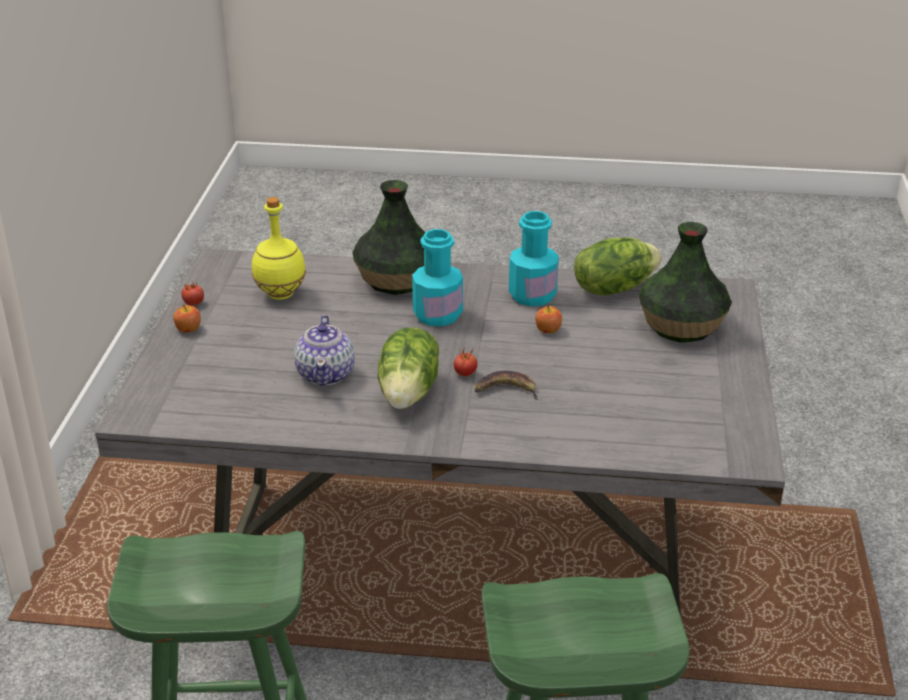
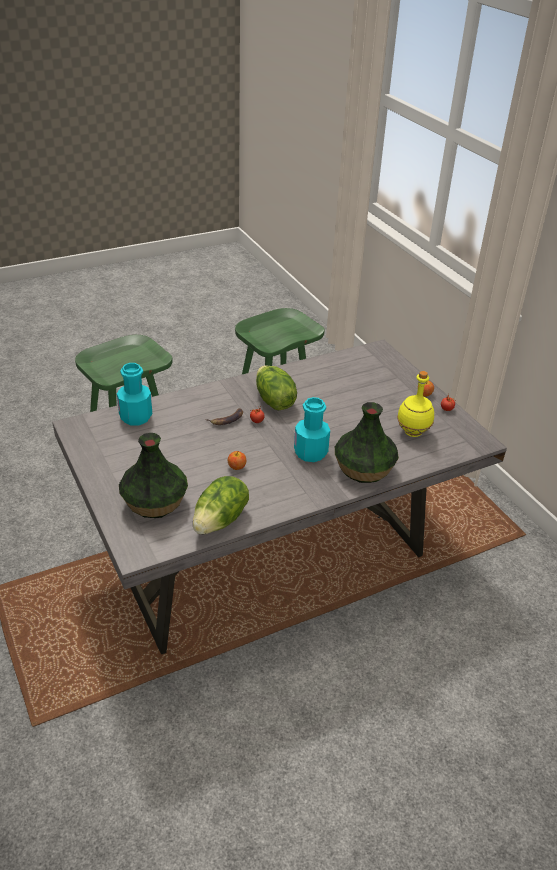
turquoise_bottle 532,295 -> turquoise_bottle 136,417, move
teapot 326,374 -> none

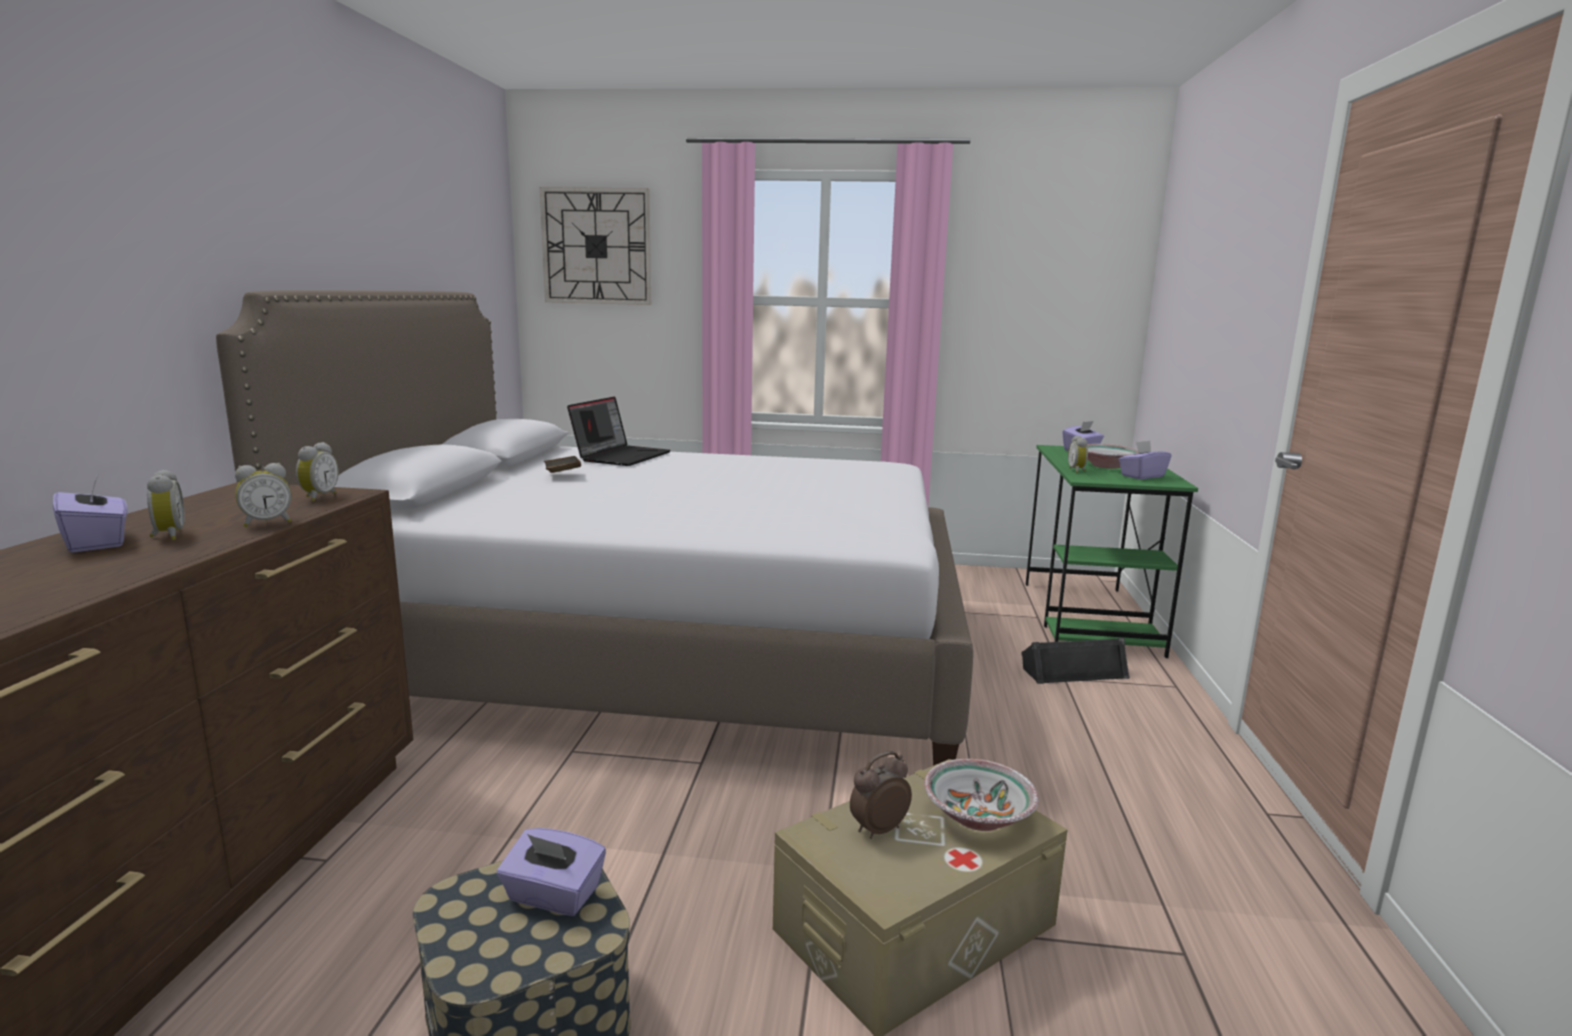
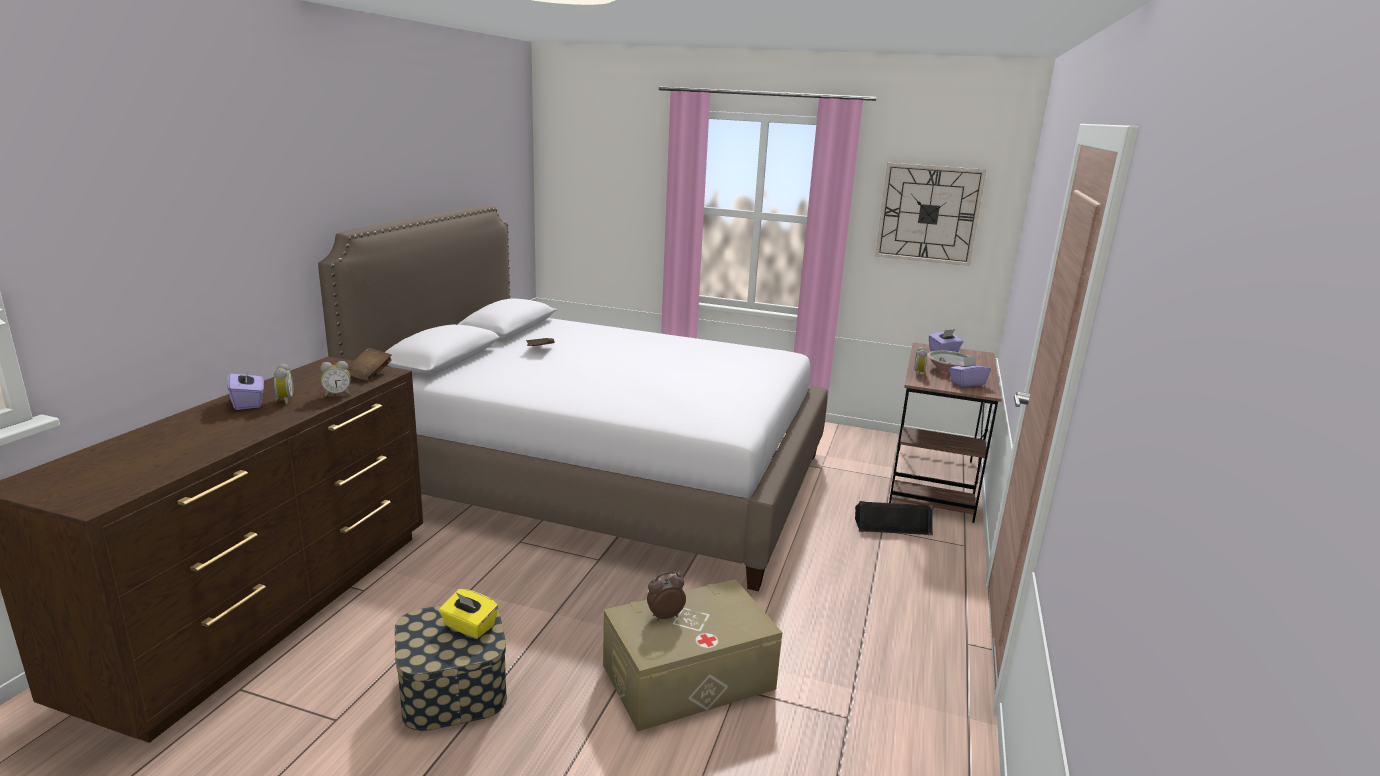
wall_clock 597,246 -> wall_clock 928,214, move
laptop 621,456 -> none
alarm_clock 318,497 -> brown_book 369,374
green_desk 1089,617 -> brown_desk 932,483
bowl 977,816 -> none
purple_tissue_box 553,896 -> yellow_tissue_box 469,627

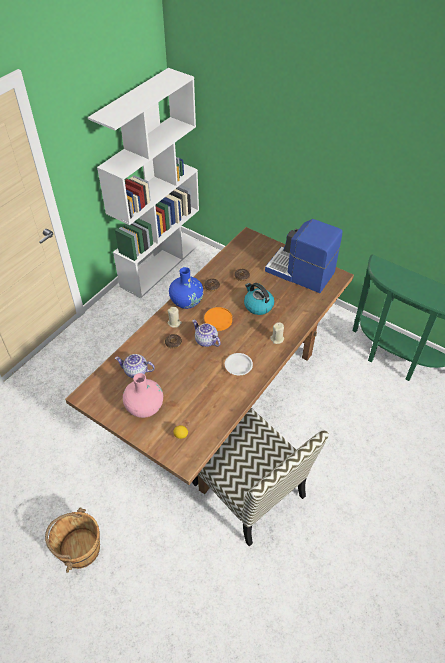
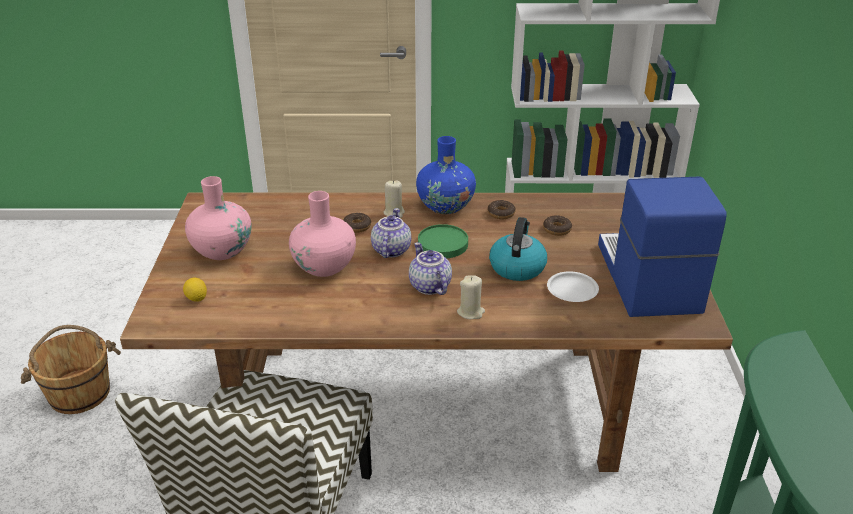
orange_plate 218,320 -> green_plate 442,244
white_plate 238,365 -> white_plate 572,290, move
teapot 135,372 -> teapot 429,286, move
none -> pink_vase 324,266

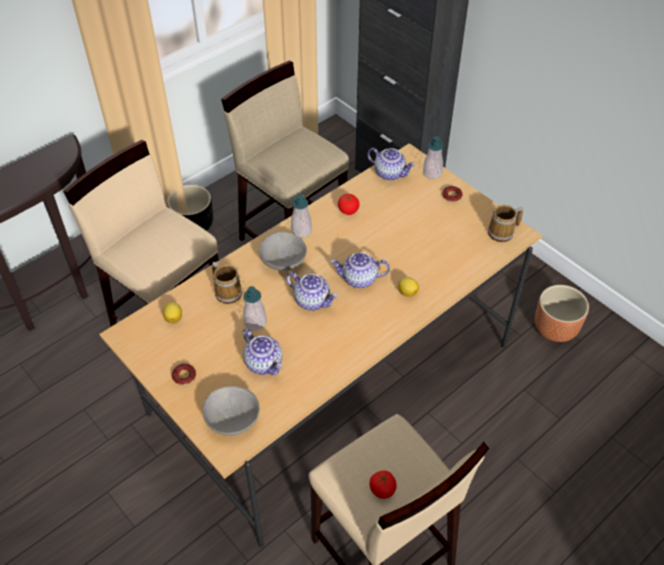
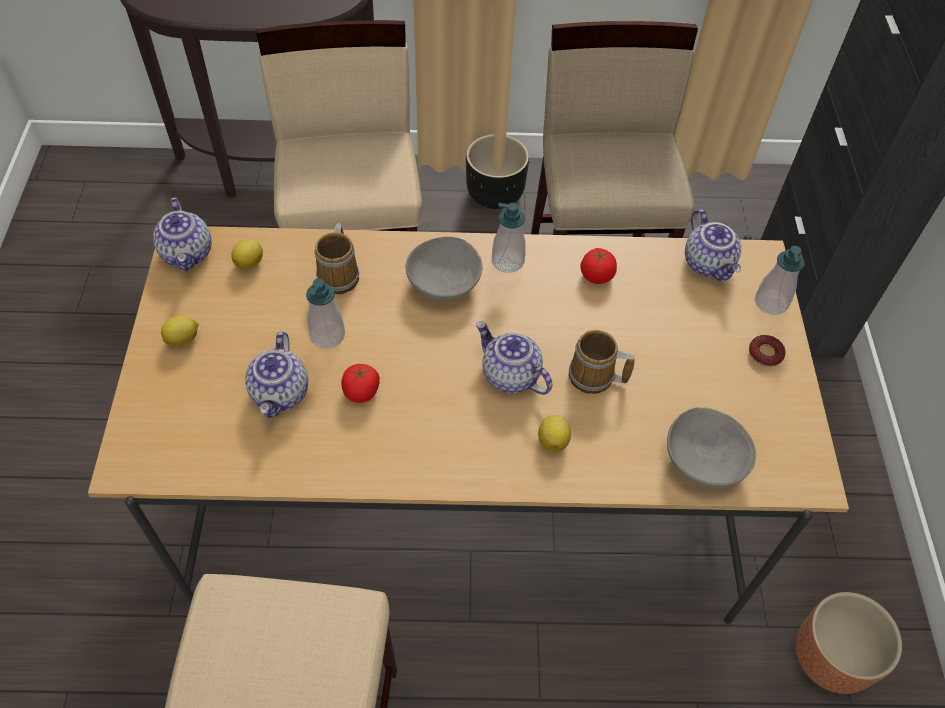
mug 502,233 -> mug 594,377, move
teapot 312,300 -> teapot 188,254, move
donut 184,376 -> lemon 183,339
grey_bowl 232,420 -> grey_bowl 703,461, move
tomato 382,489 -> tomato 361,392, move

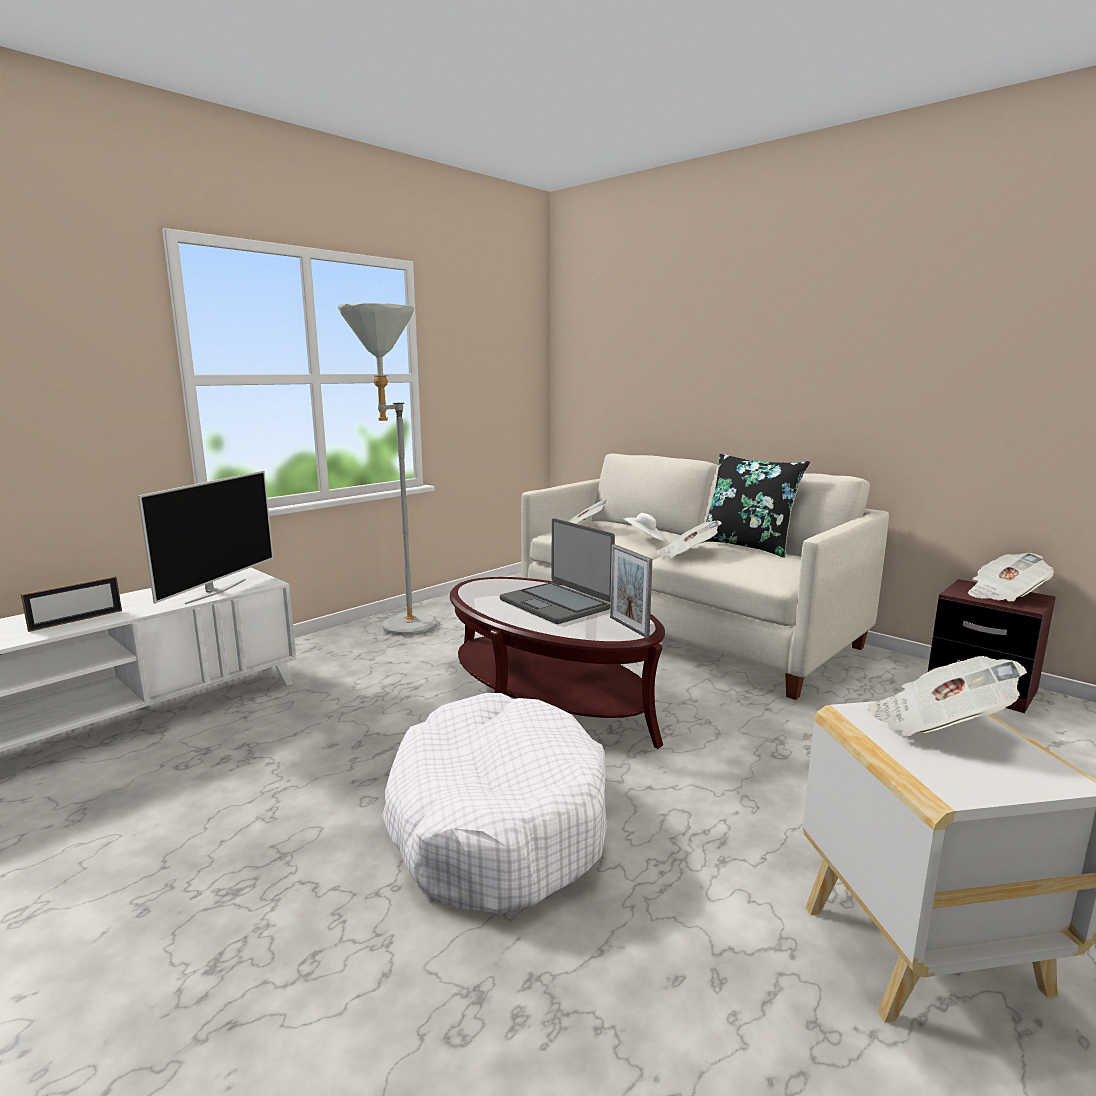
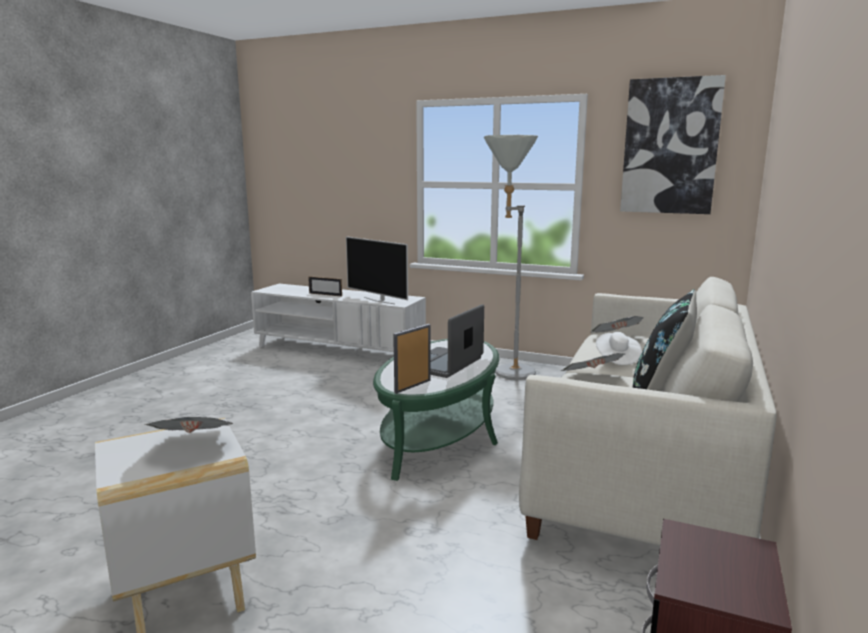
television 215,591 -> television 379,300, 45 degrees clockwise
newspaper 1004,595 -> none
brown_coffee_table 549,699 -> green_coffee_table 439,433
white_dog_bed 496,821 -> none
none -> picture 670,146

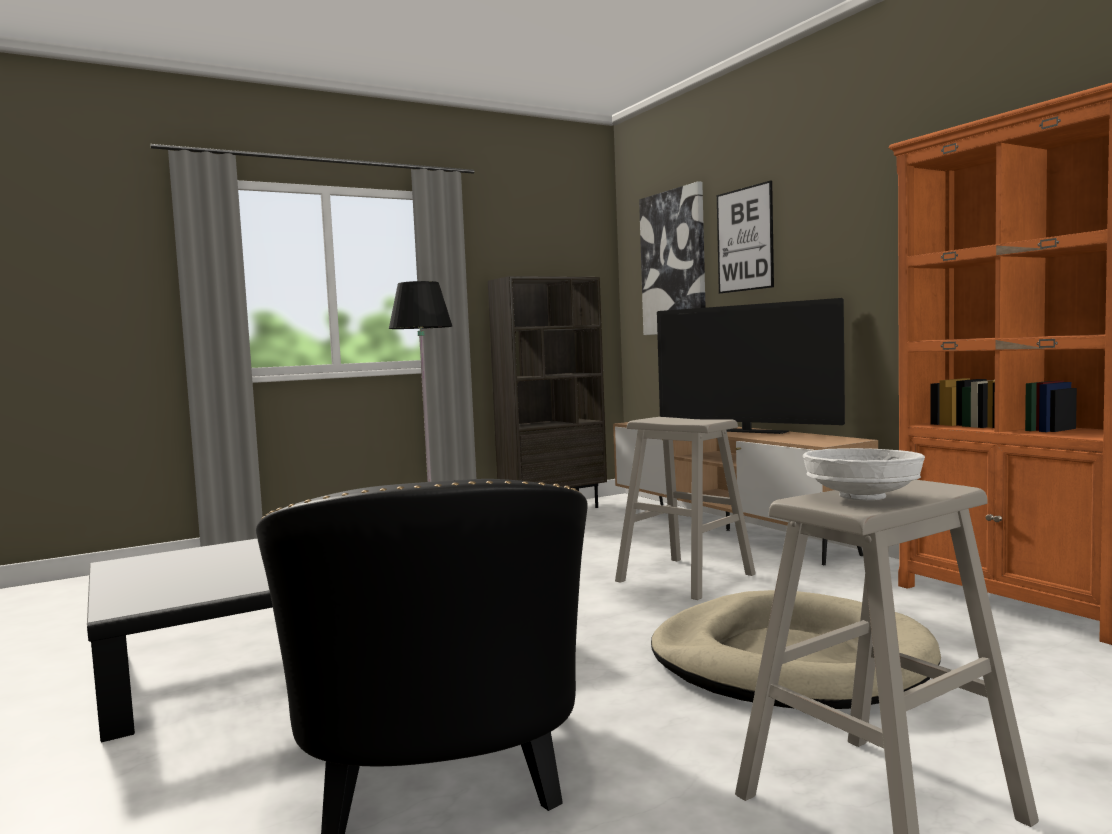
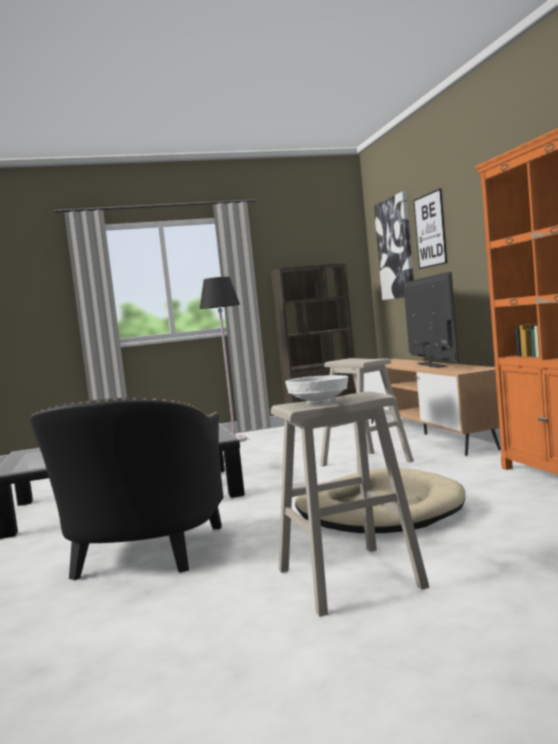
television 746,431 -> television 431,365, 150 degrees counterclockwise

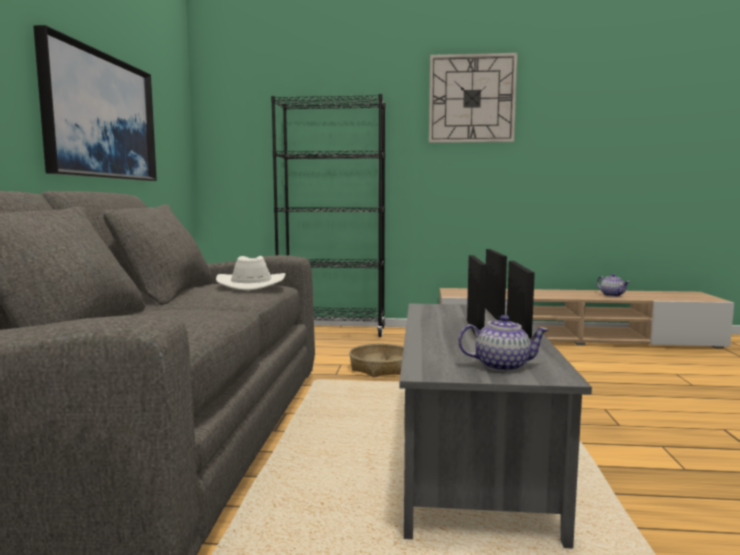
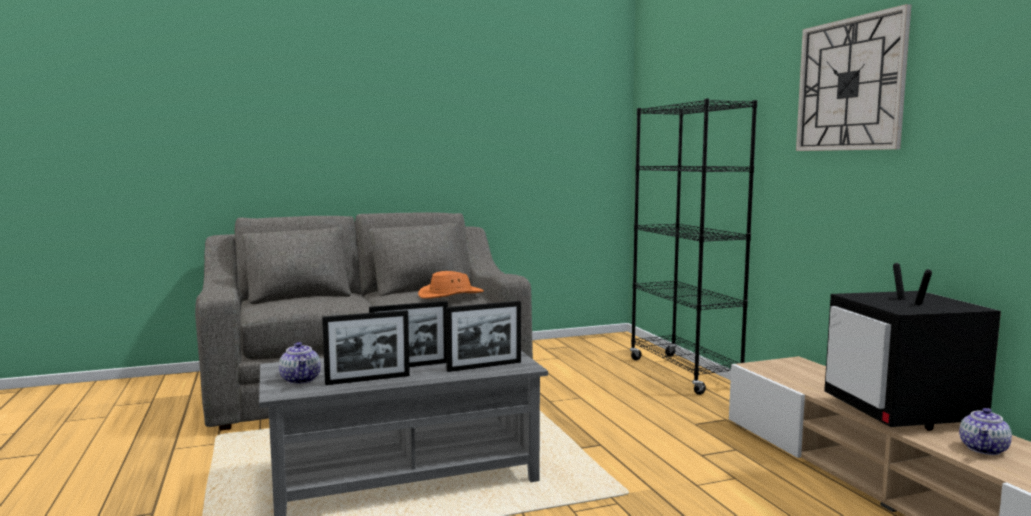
picture 100,116 -> none
white_hat 251,284 -> orange_hat 451,295
basket 380,368 -> none
none -> television 902,414

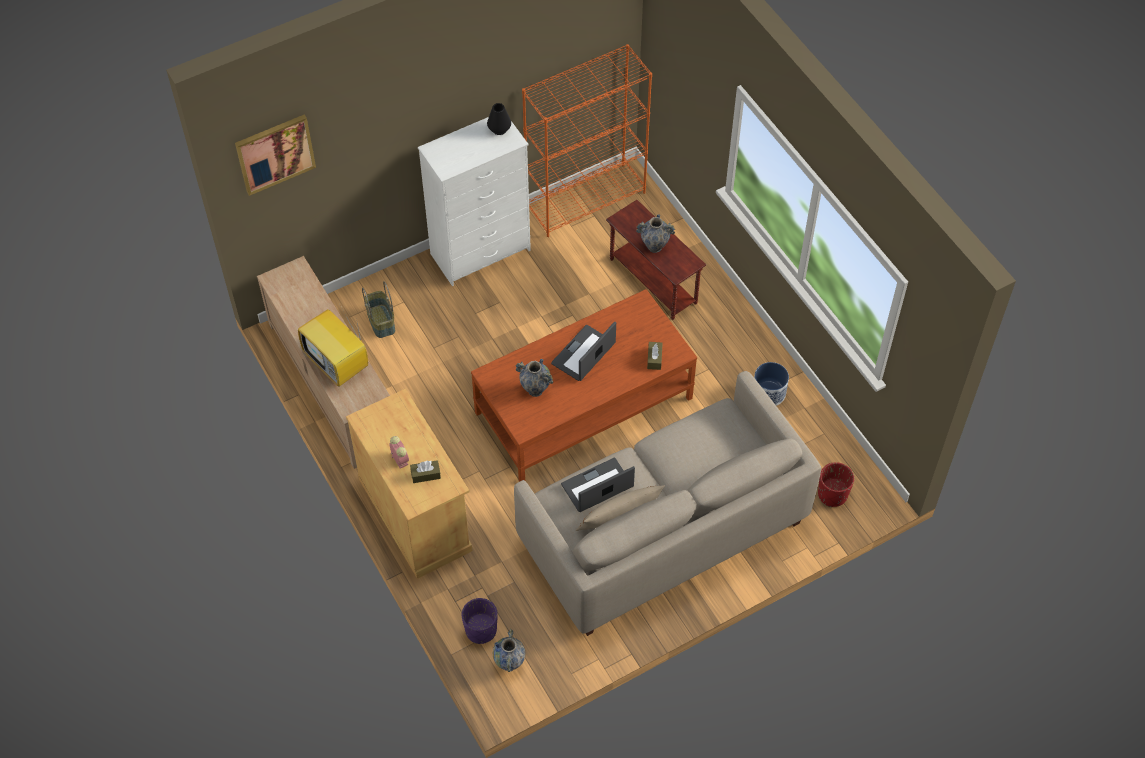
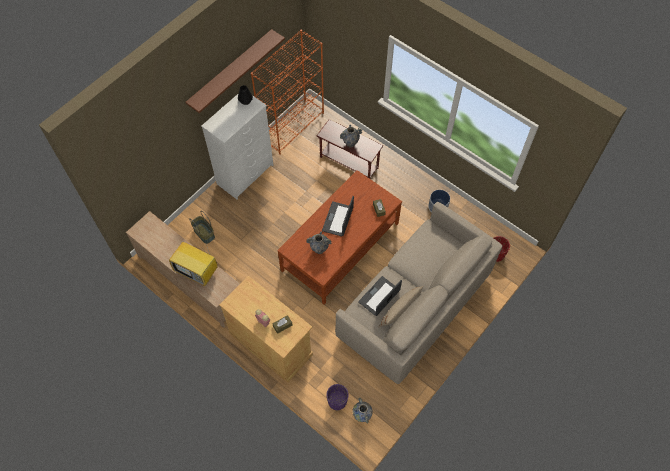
picture 275,153 -> none
none -> brown_shelf 231,71

